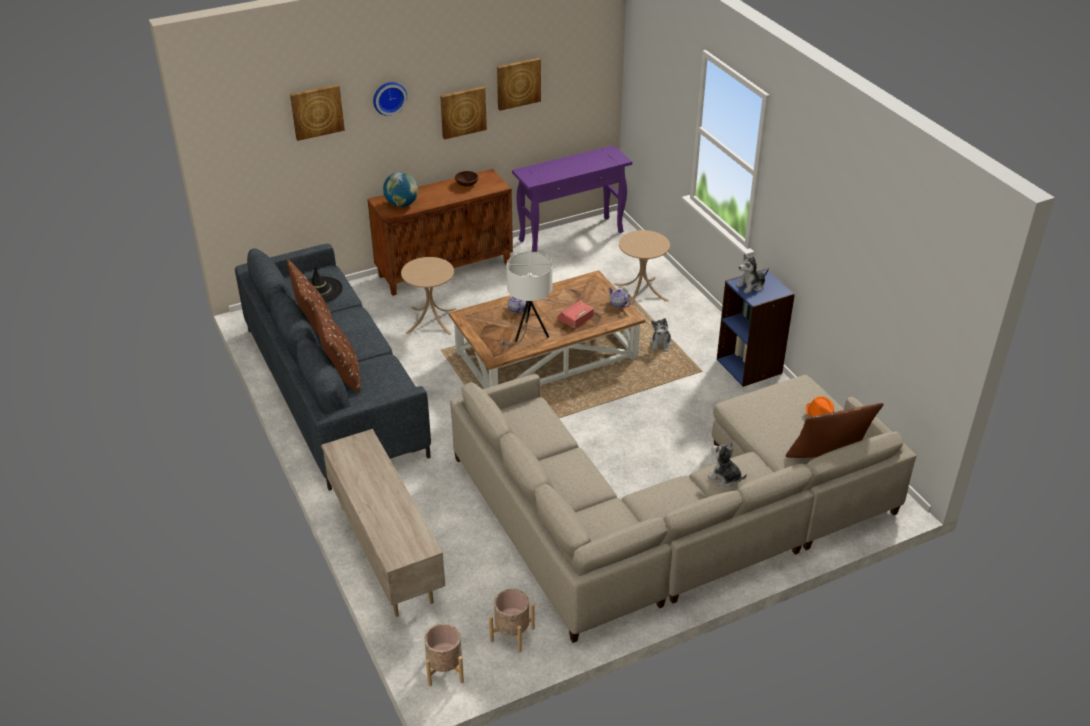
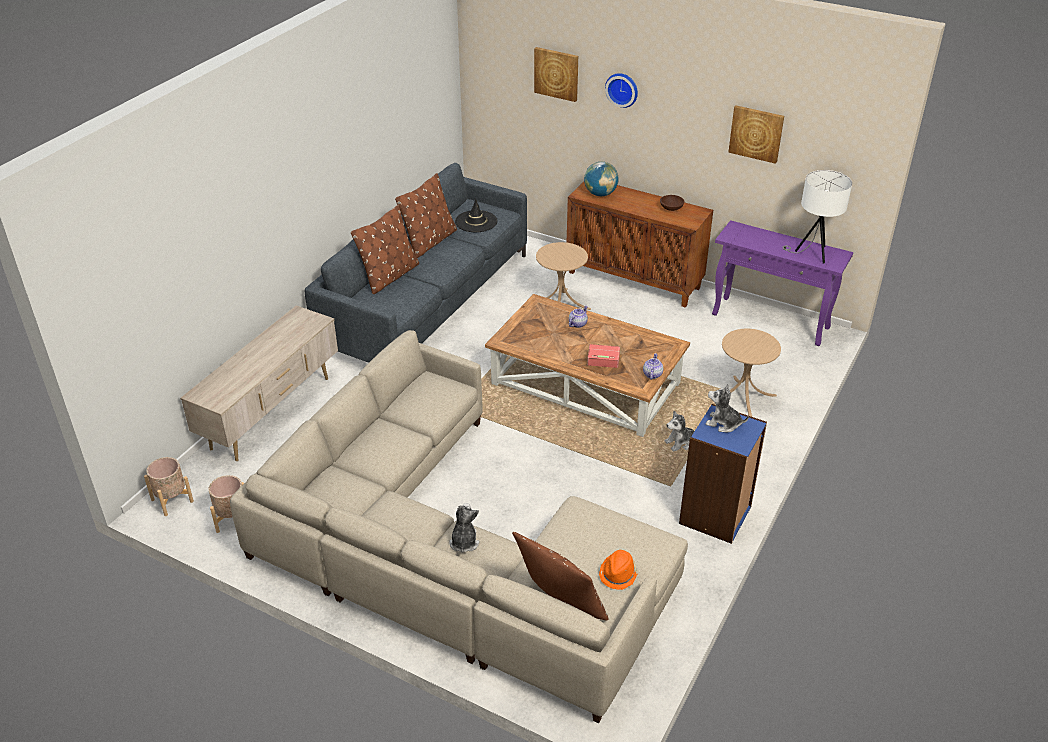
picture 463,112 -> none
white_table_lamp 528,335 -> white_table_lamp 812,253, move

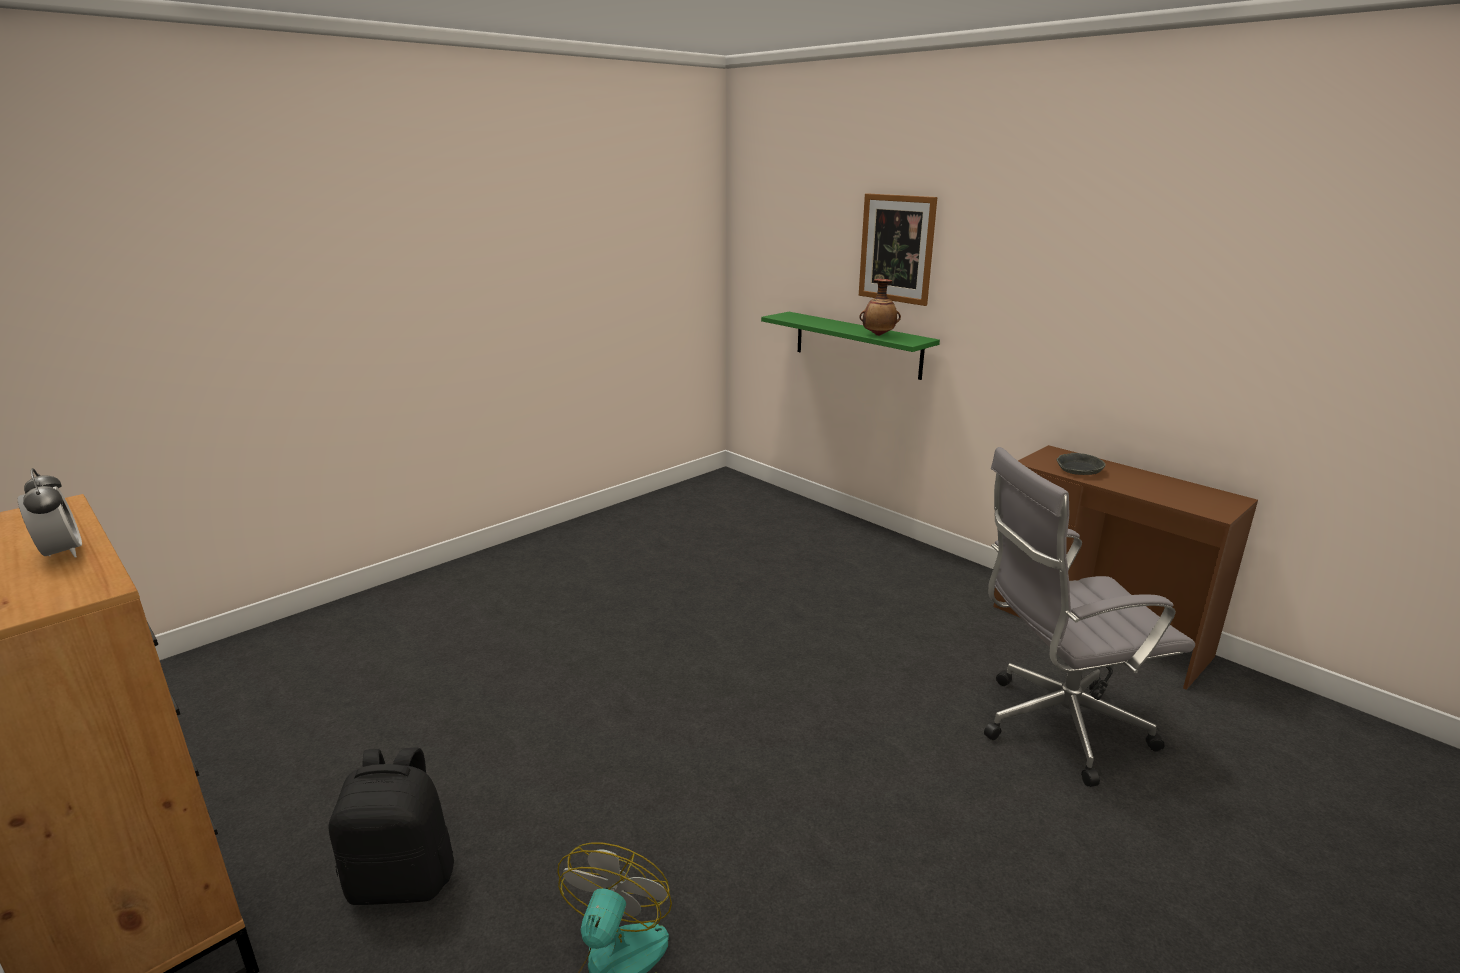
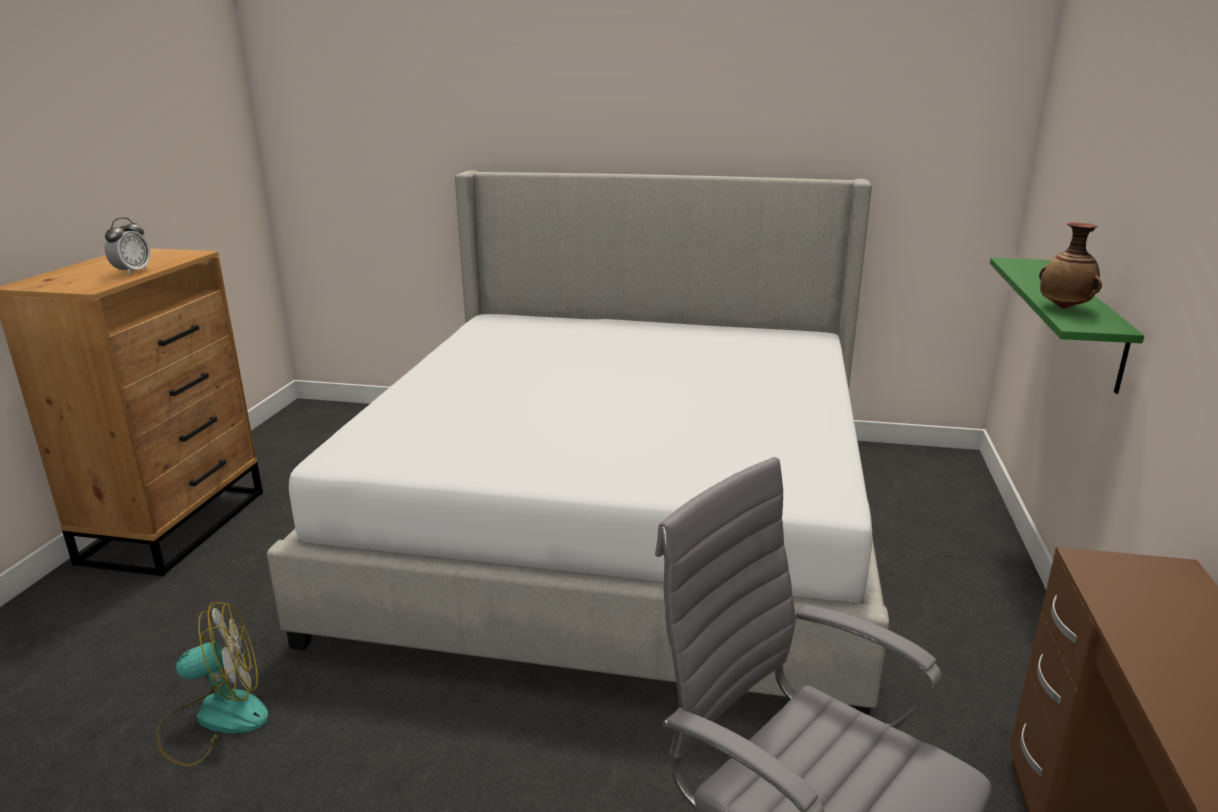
picture 896,248 -> none
grey_bowl 1078,470 -> none
black_backpack 403,879 -> none
none -> bed 619,525

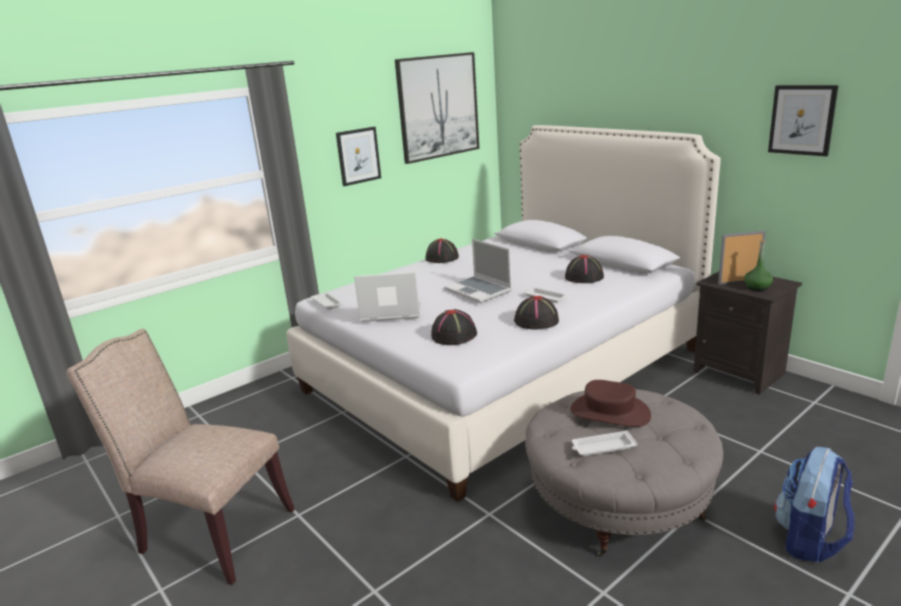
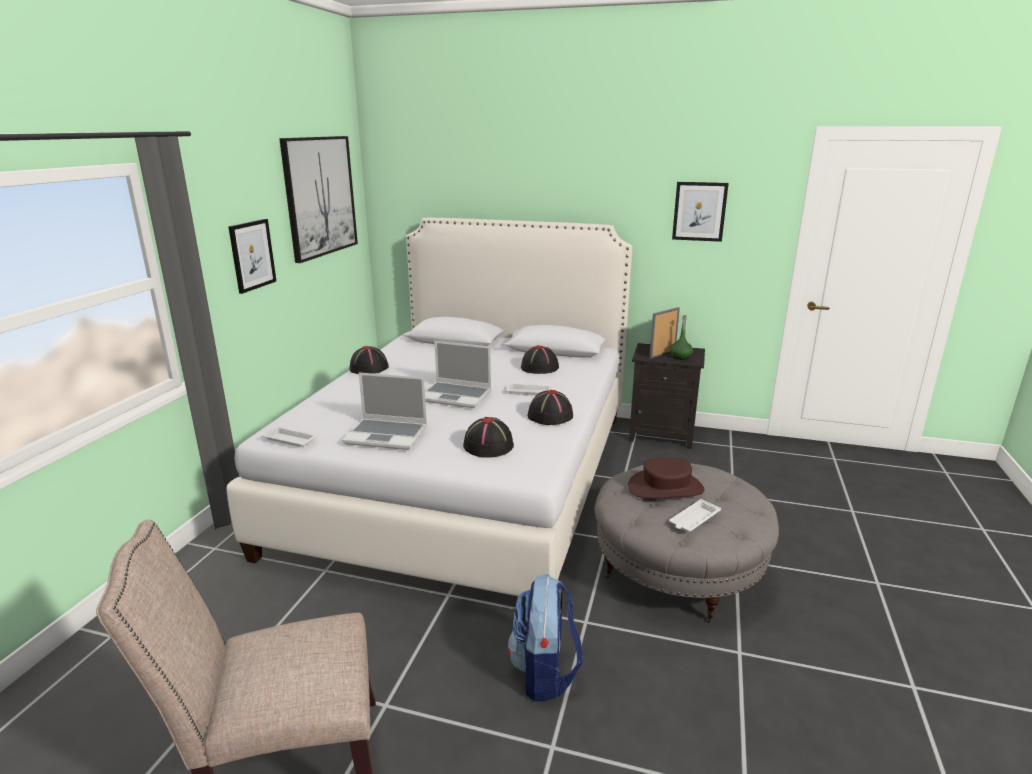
laptop 390,312 -> laptop 387,435, 135 degrees counterclockwise
backpack 810,540 -> backpack 545,673, move

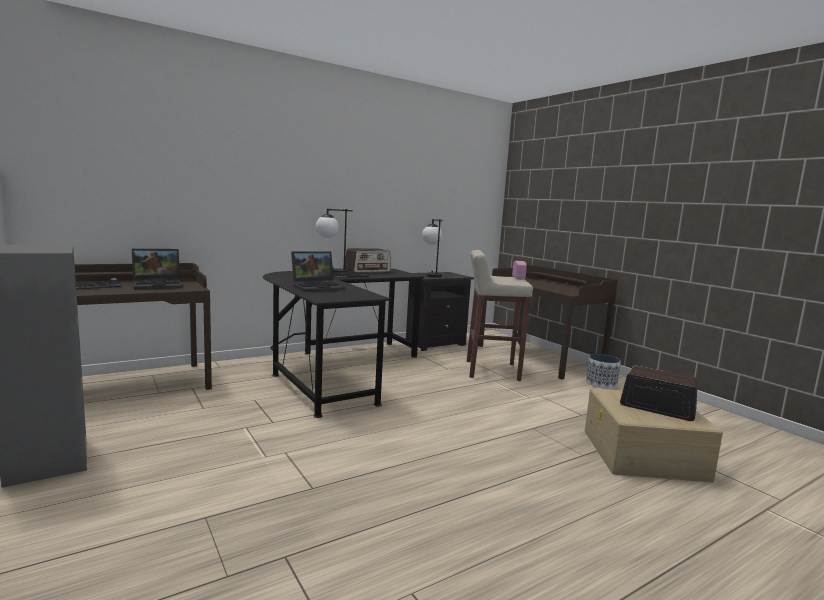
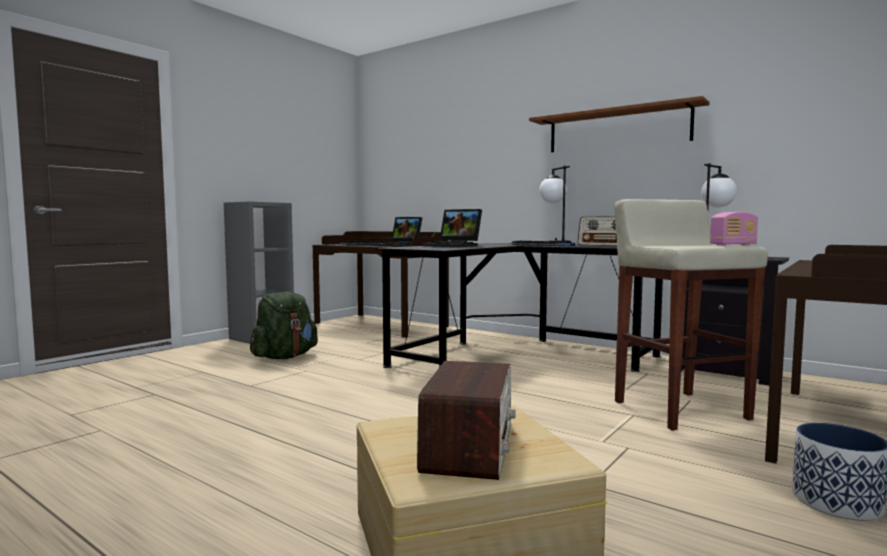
none -> brown_shelf 617,129
none -> green_backpack 284,357

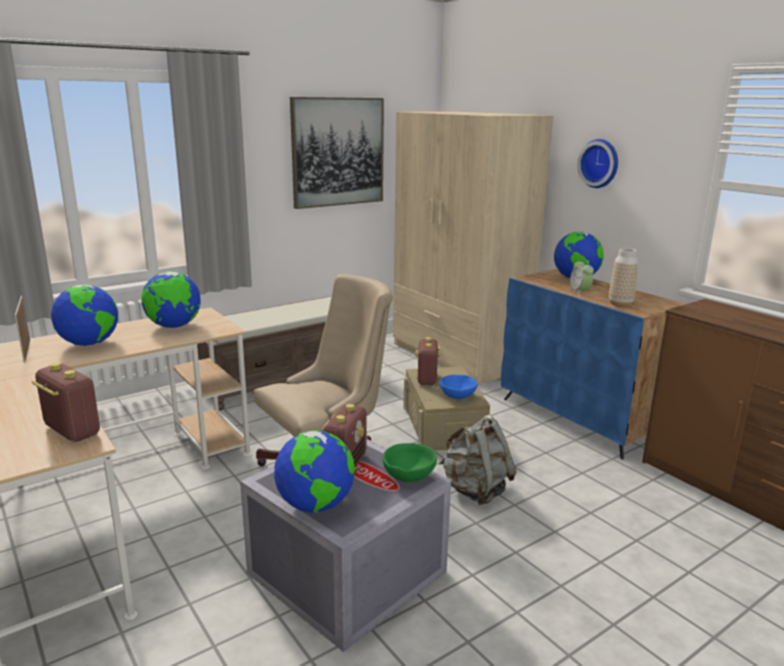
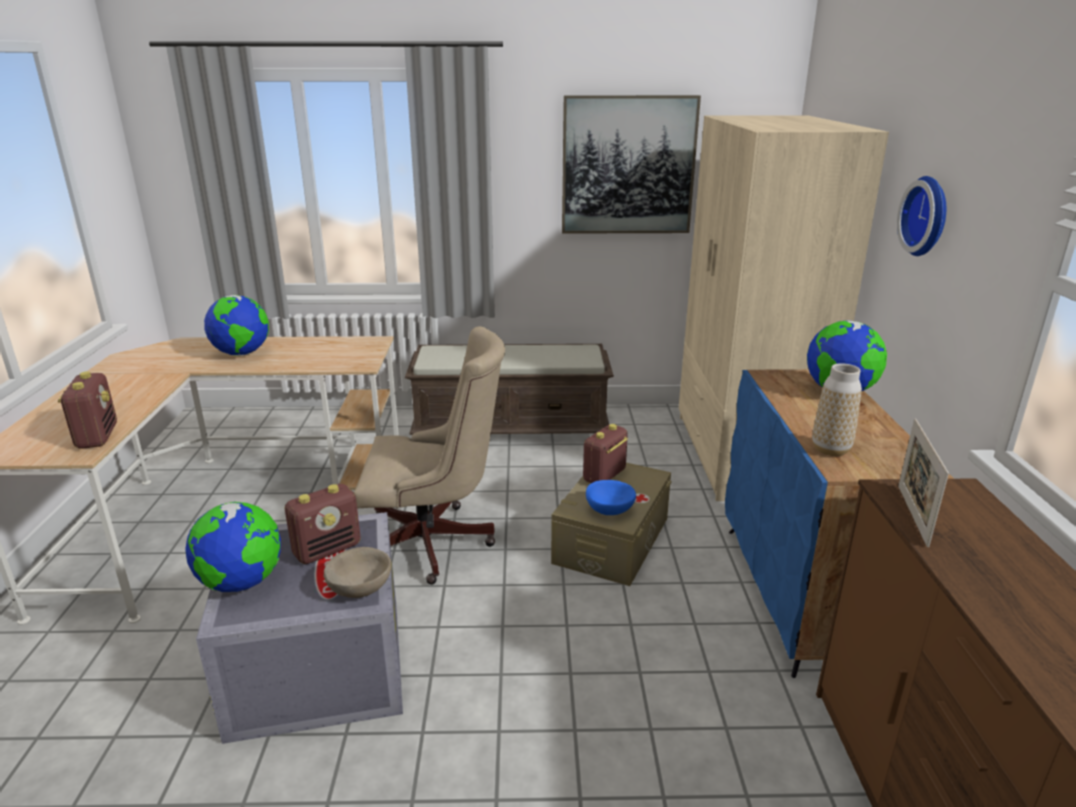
alarm_clock 579,292 -> none
globe 174,326 -> none
picture_frame 27,350 -> picture_frame 912,514, move
grey_backpack 475,491 -> none
green_bowl 409,476 -> beige_bowl 360,588

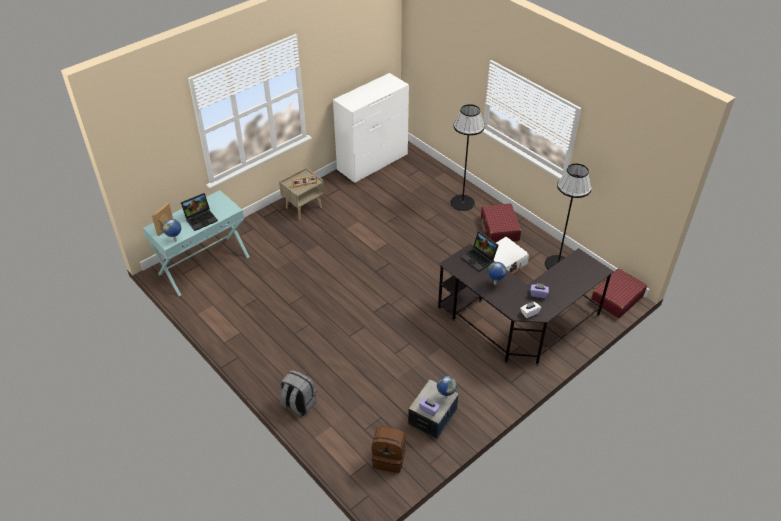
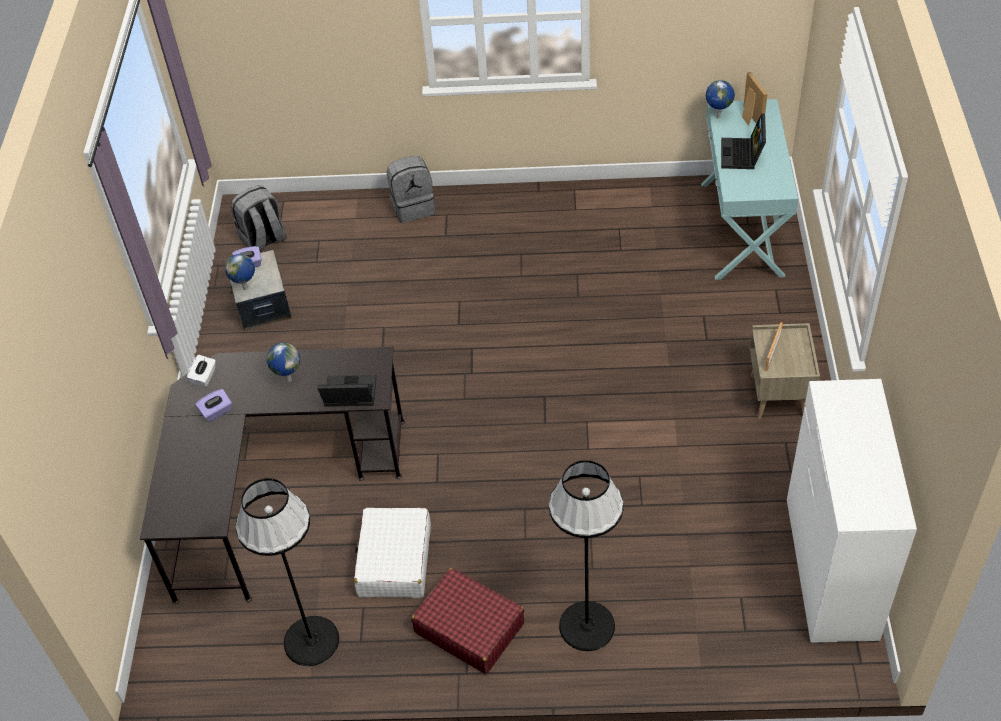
red_suitcase 616,298 -> none
brown_backpack 389,458 -> grey_backpack 263,239

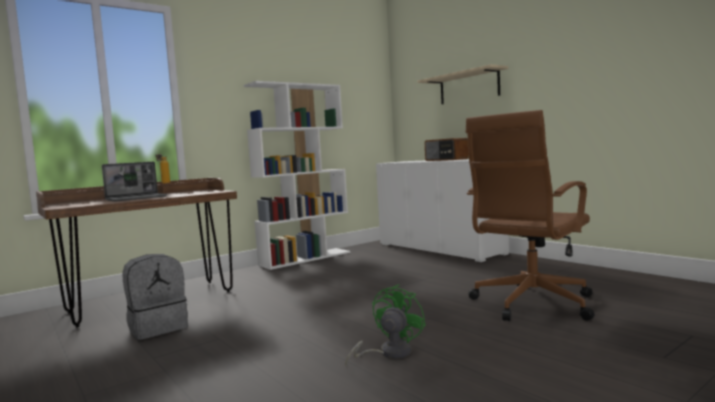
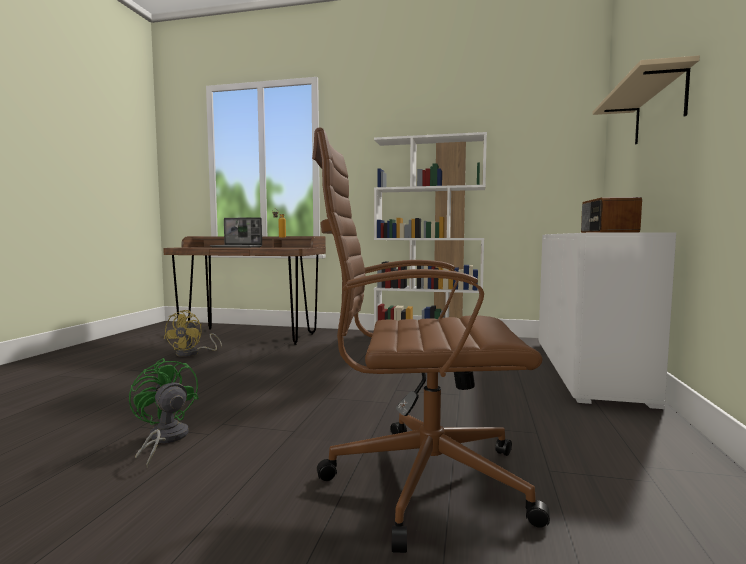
grey_backpack 158,328 -> yellow_fan 192,353
green_fan 389,353 -> green_fan 164,439, 120 degrees counterclockwise

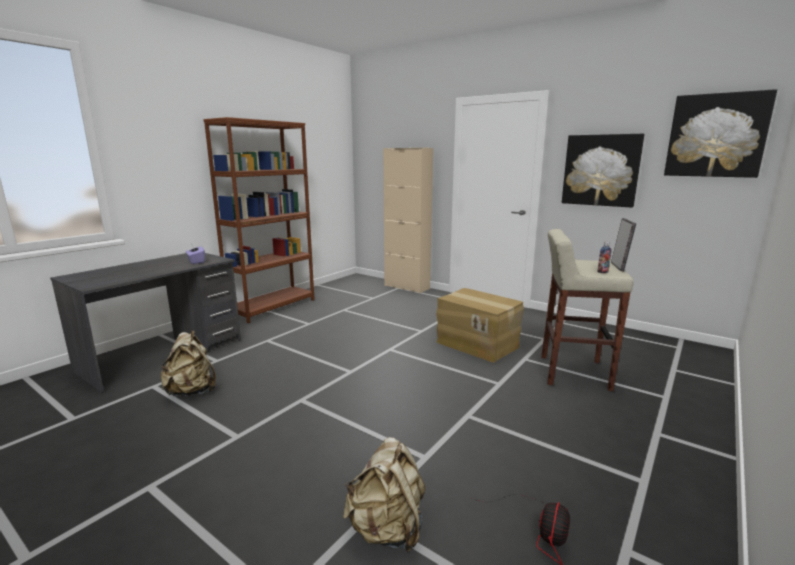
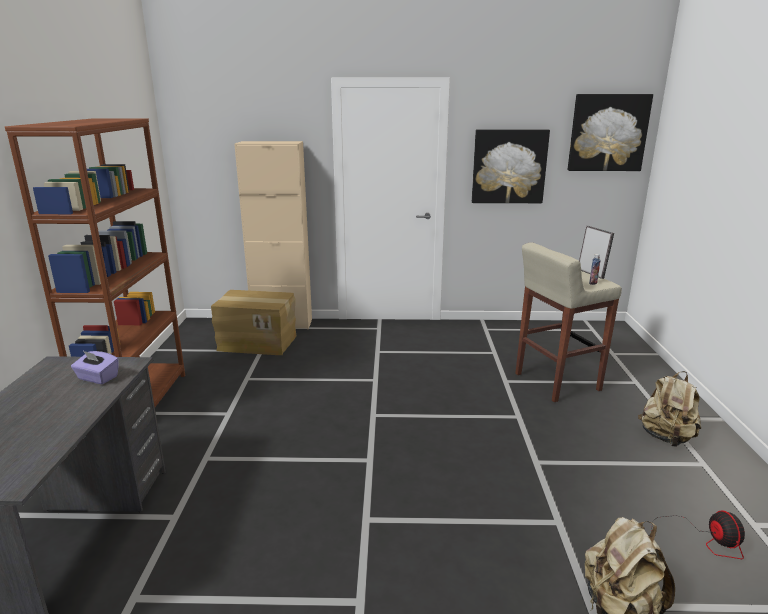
cardboard_box 478,344 -> cardboard_box 258,342, move
beige_backpack 192,391 -> beige_backpack 666,437, move

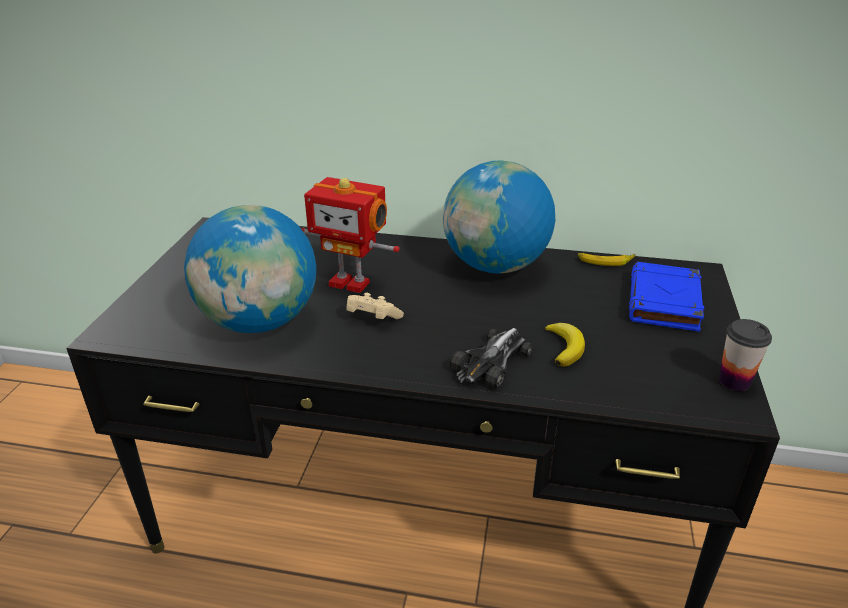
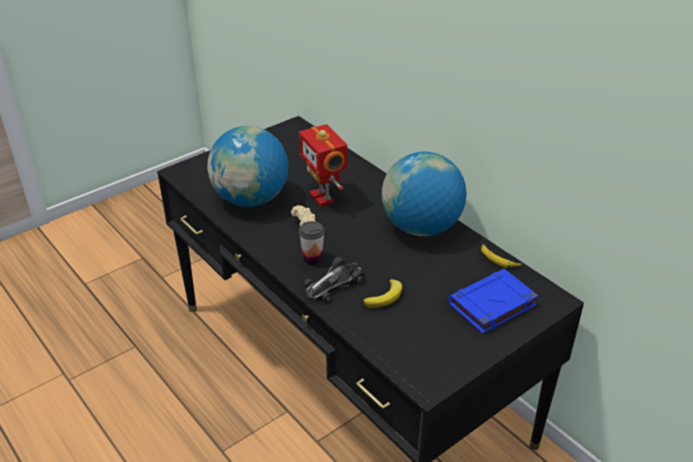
cup 734,381 -> cup 312,259, move
toy_car 492,362 -> toy_car 333,283, 150 degrees clockwise

